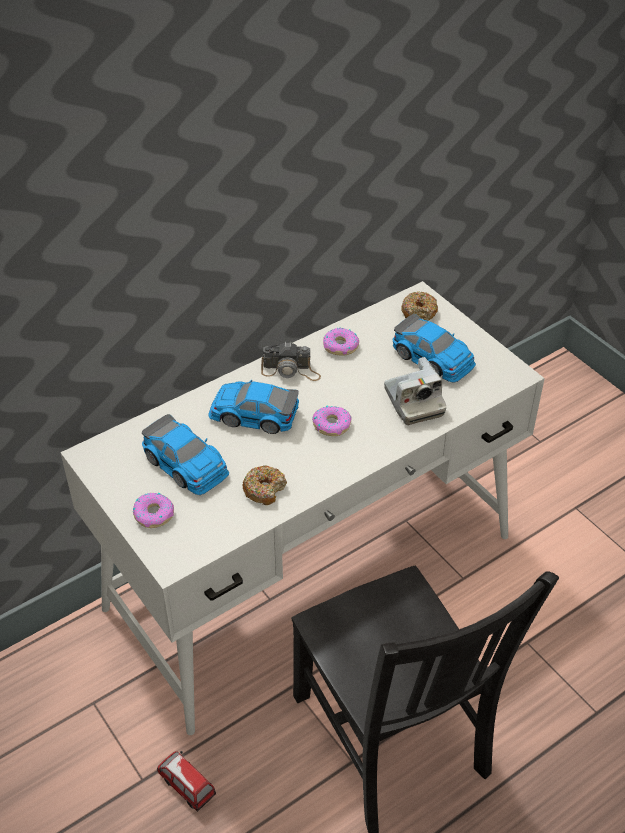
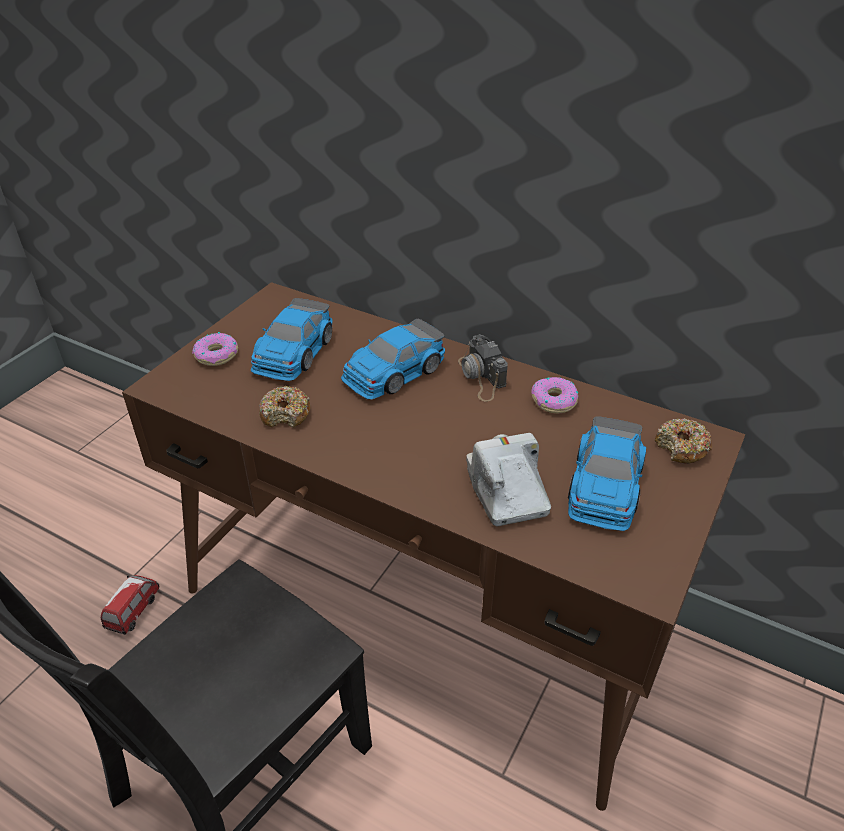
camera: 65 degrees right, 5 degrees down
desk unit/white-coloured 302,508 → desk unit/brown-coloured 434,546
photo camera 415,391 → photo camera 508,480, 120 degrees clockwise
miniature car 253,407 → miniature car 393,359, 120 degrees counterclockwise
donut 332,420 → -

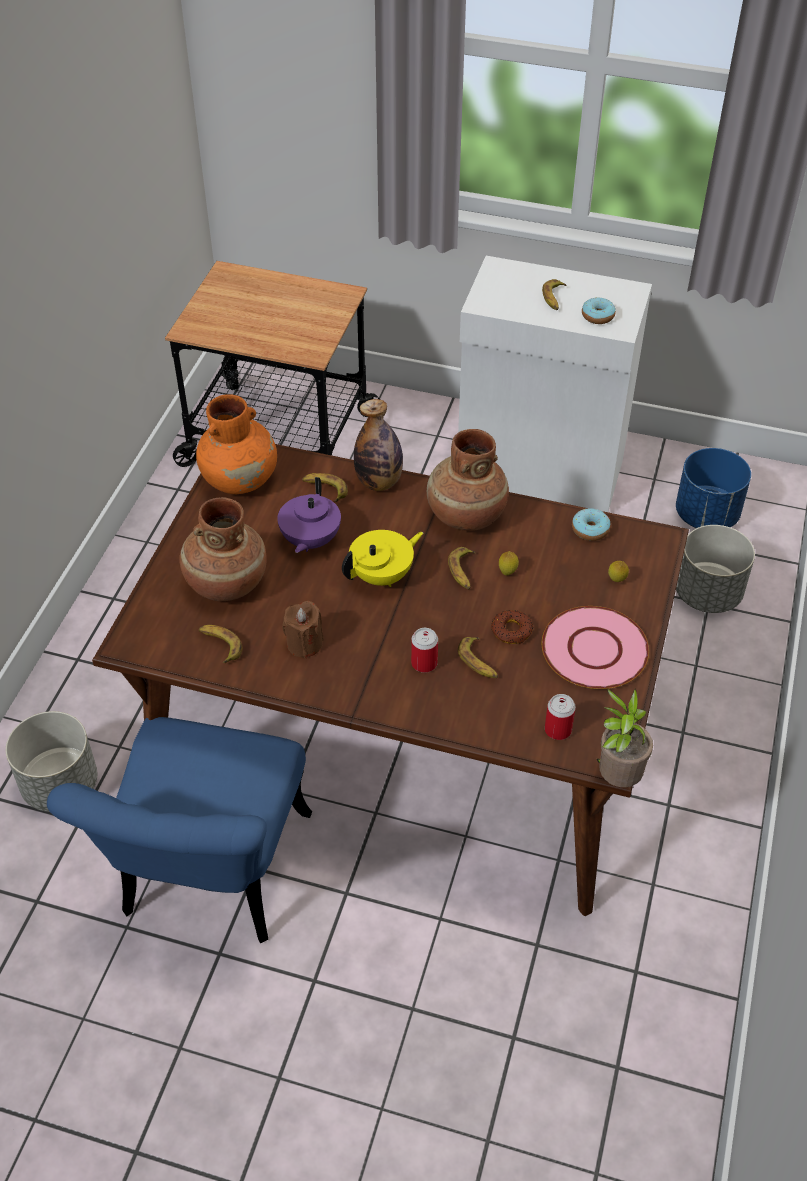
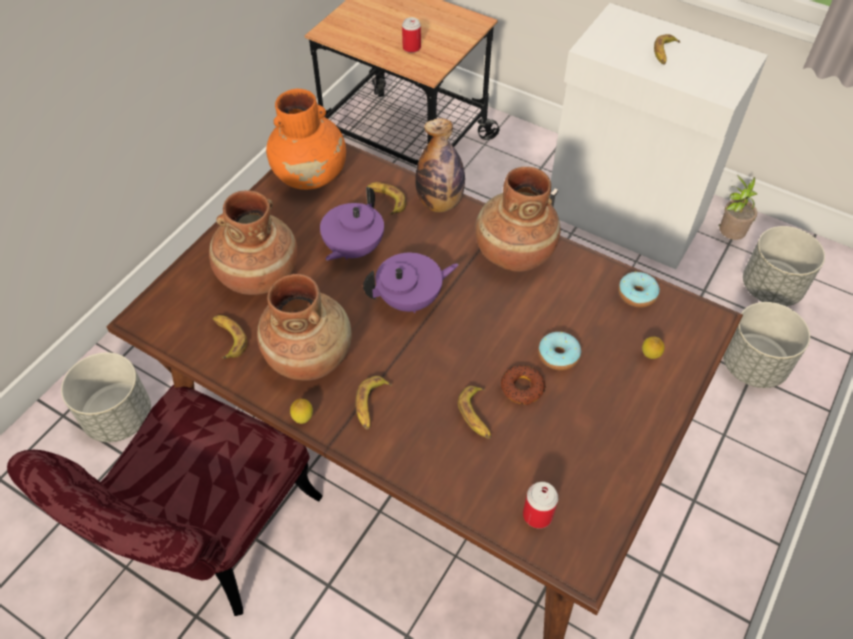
camera: 15 degrees right, 5 degrees up
donut 599,310 → donut 559,351, shifted
flower pot/blue-coloured 713,488 → flower pot/gray 784,266
teapot/yellow-coloured 382,558 → teapot/purple-coloured 411,283
whole banana 462,568 → whole banana 373,403, shifted
citrus fruit 509,563 → citrus fruit 301,411, shifted
wax light/brown-coloured 303,630 → flower vase/brown-coloured 304,327
plate/pink 595,647 → -
can 424,650 → can 411,35, shifted
potted plant 625,738 → potted plant 738,207, shifted
plain chair/blue-coloured 179,830 → plain chair/red-coloured 165,500

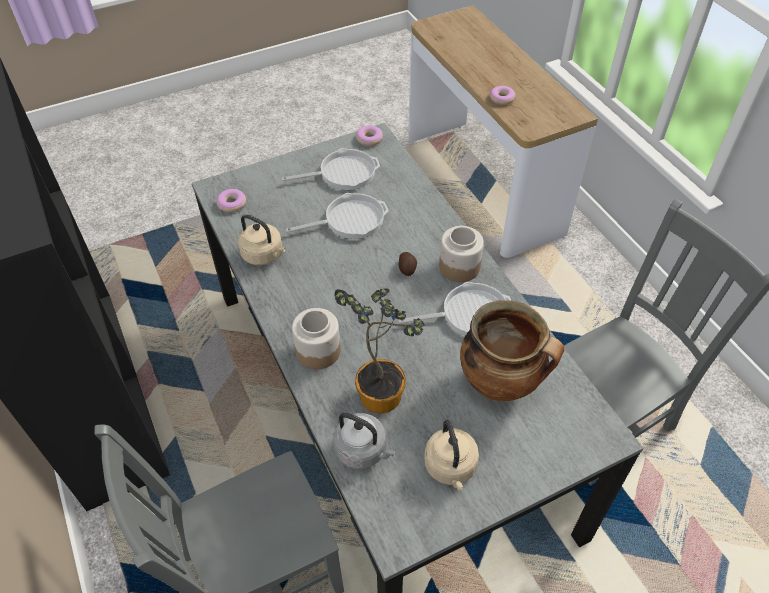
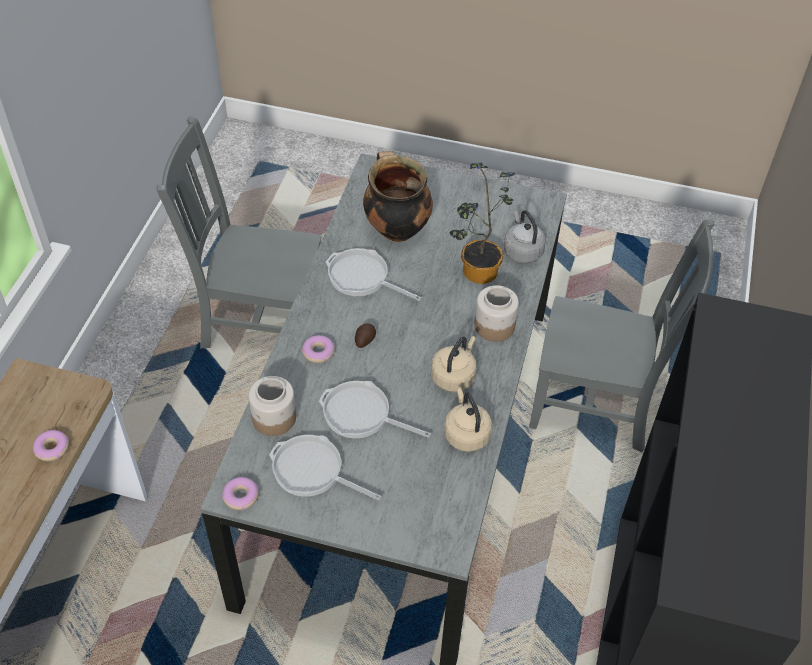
camera: 140 degrees left, 0 degrees up
donut 231,200 → donut 318,349, shifted
storage jar 461,254 → storage jar 272,406, shifted
water kettle/beige-coloured 451,455 → water kettle/beige-coloured 453,364, shifted

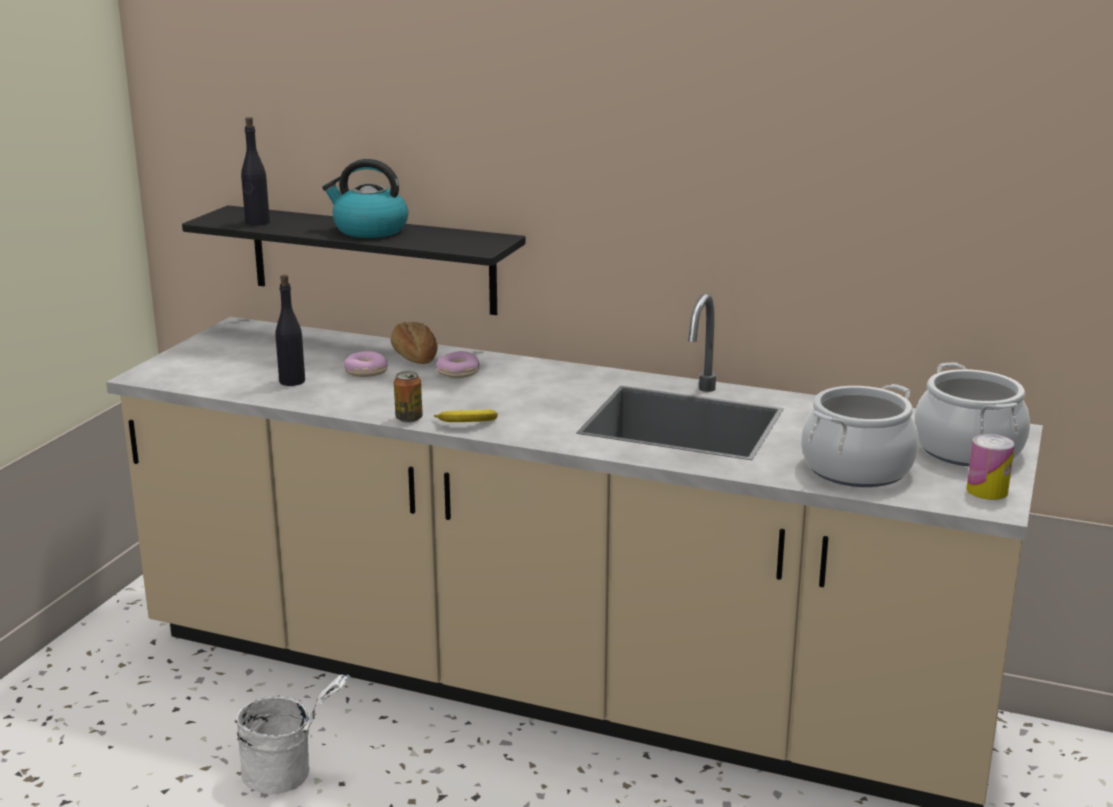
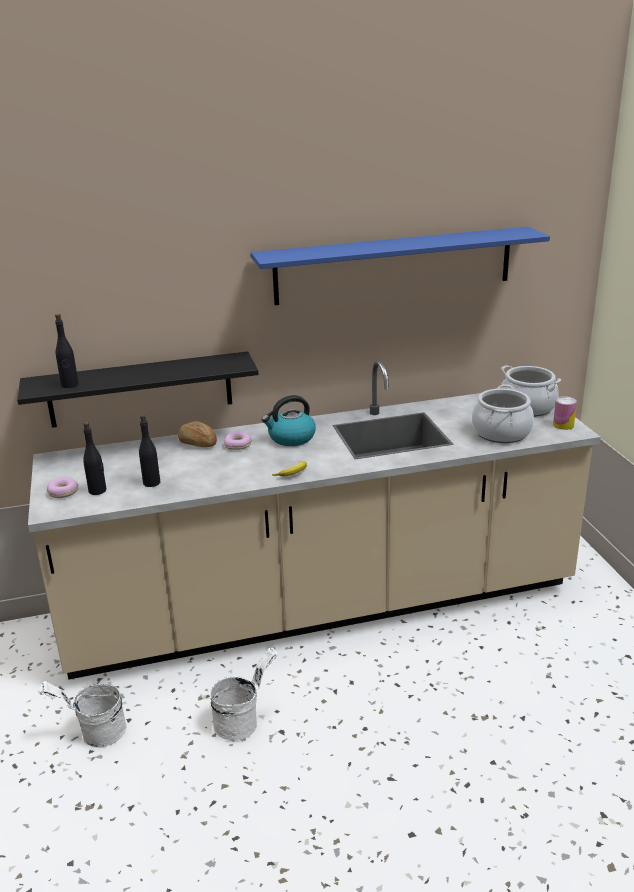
camera: 35 degrees left, 5 degrees up
water kettle 365,198 → water kettle 288,420, shifted
donut 366,364 → donut 63,487, shifted
can 408,397 → -
- → wall shelf/blue-coloured 400,265
- → beverage bottle/blackish 94,458
- → pail/white-coloured 82,714

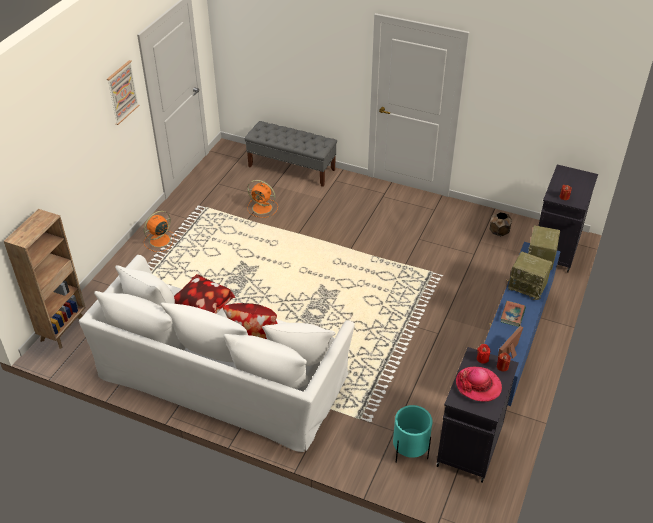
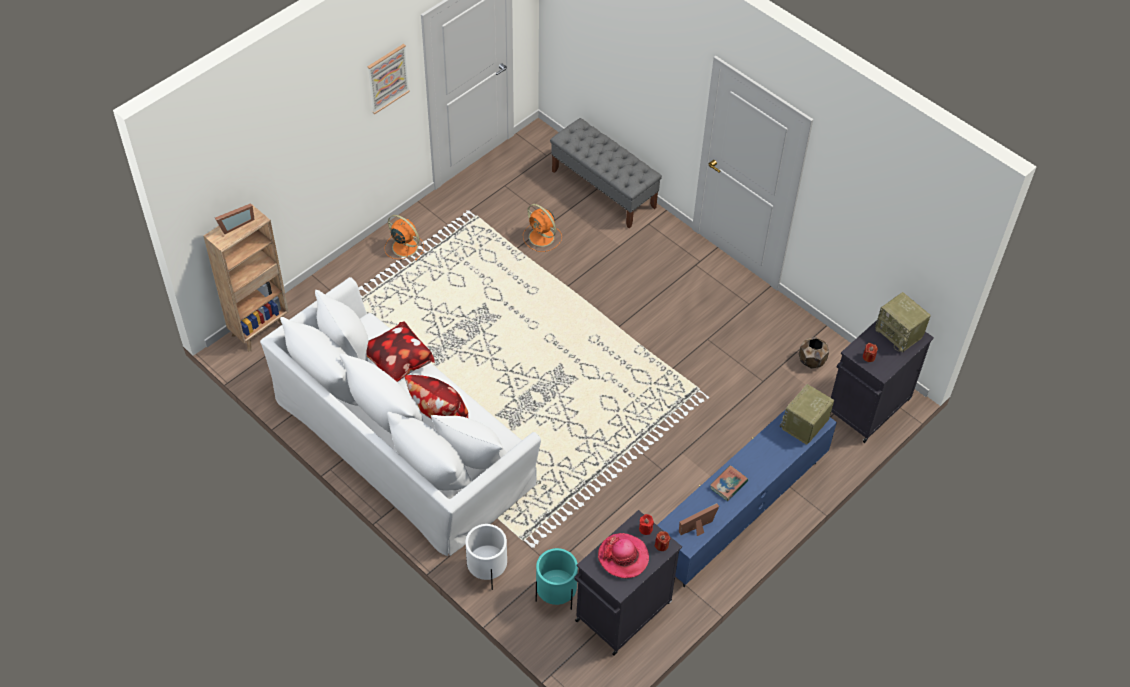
camera: 20 degrees right, 10 degrees up
cooling fan/orangey 160,231 → cooling fan/orangey 404,238, 60 degrees clockwise
radio set 530,276 → radio set 903,322, shifted
- → picture frame 235,218
- → flower pot/white-coloured 486,557

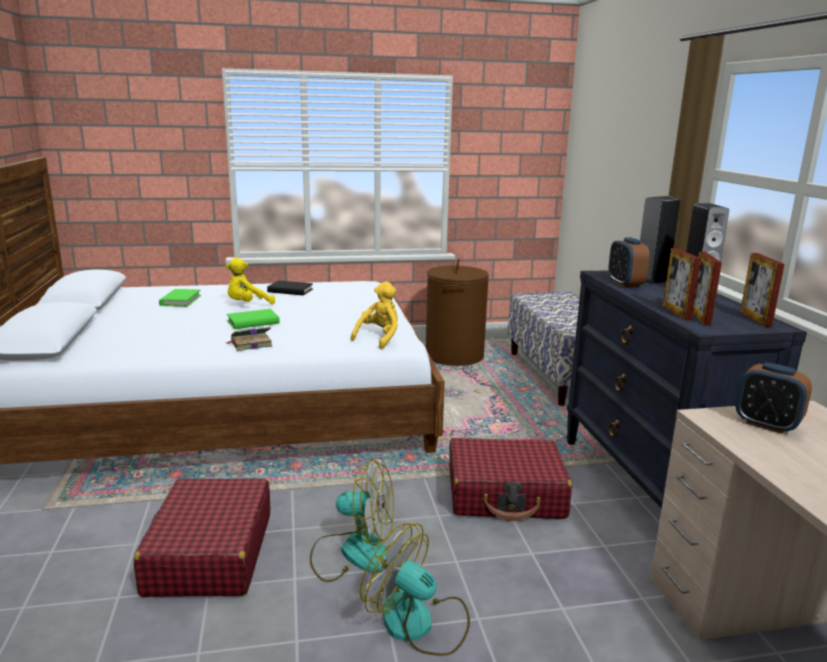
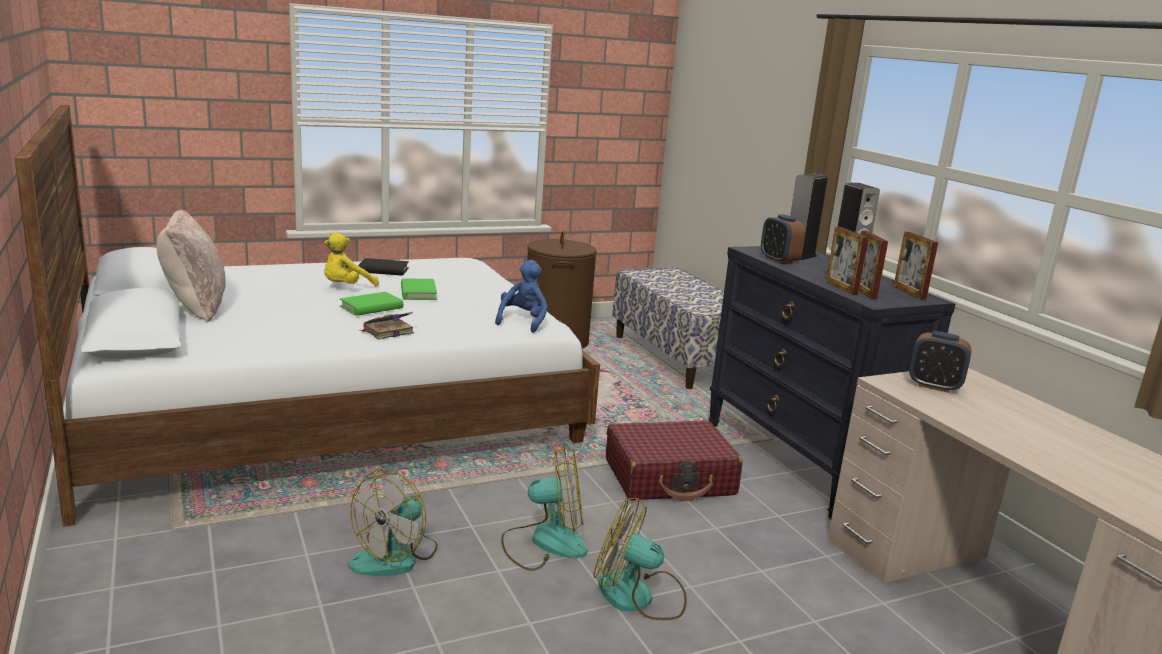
camera: 15 degrees left, 0 degrees up
cuddly toy/yellow-coloured 374,315 → cuddly toy/blue-coloured 521,296
book/green 180,298 → book/green 419,289, shifted
piece of luggage/red-coloured 202,537 → cooling fan 393,522
- → throw pillow/beige-coloured 191,266

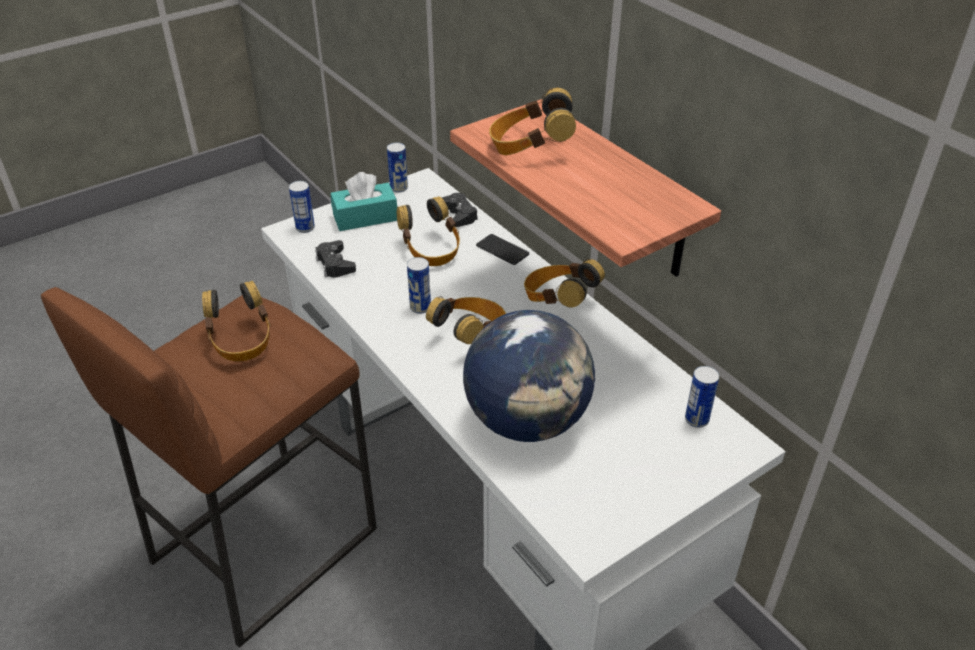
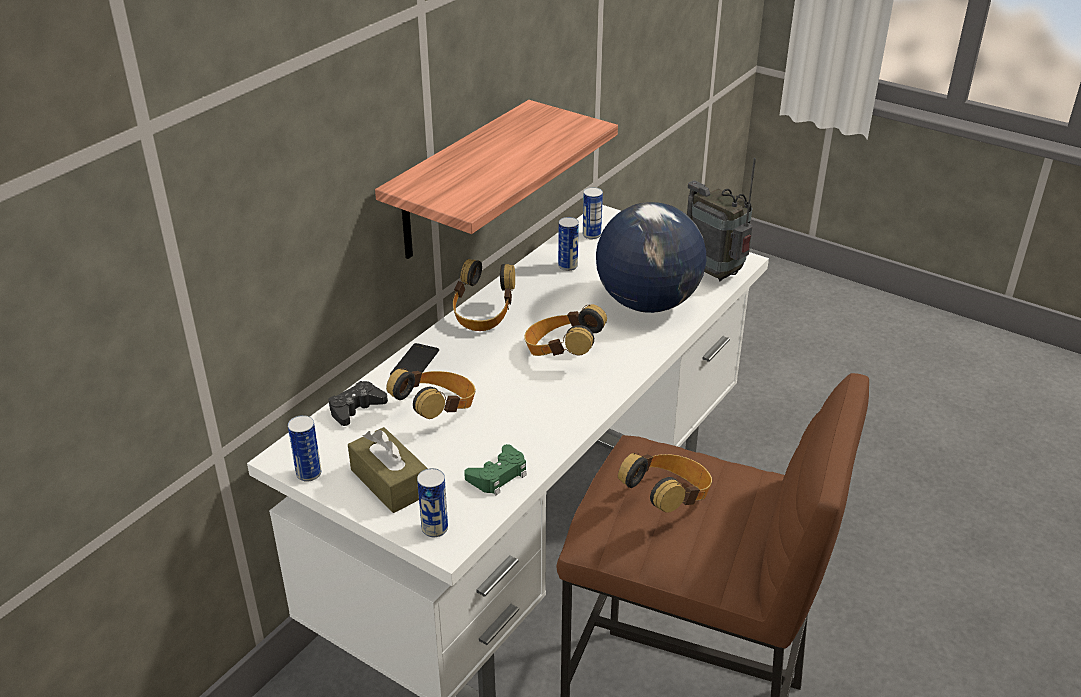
camera: 110 degrees left, 5 degrees down
pair of headphones 532,121 → -
box of tissues/blue-green 363,201 → box of tissues/brown-coloured 388,470
game controller/blackish 335,259 → game controller/green 495,469
can 419,285 → can 568,244, shifted
- → radio set 721,219

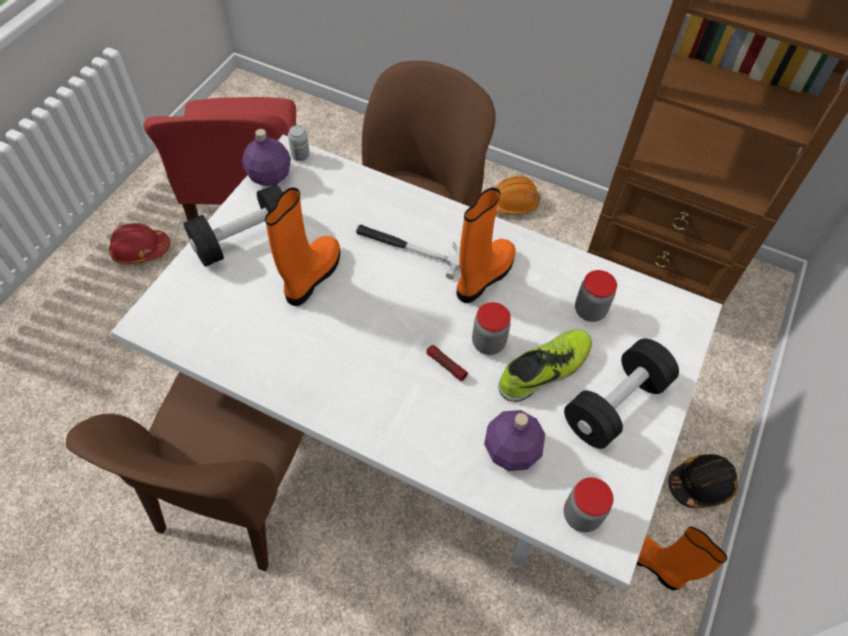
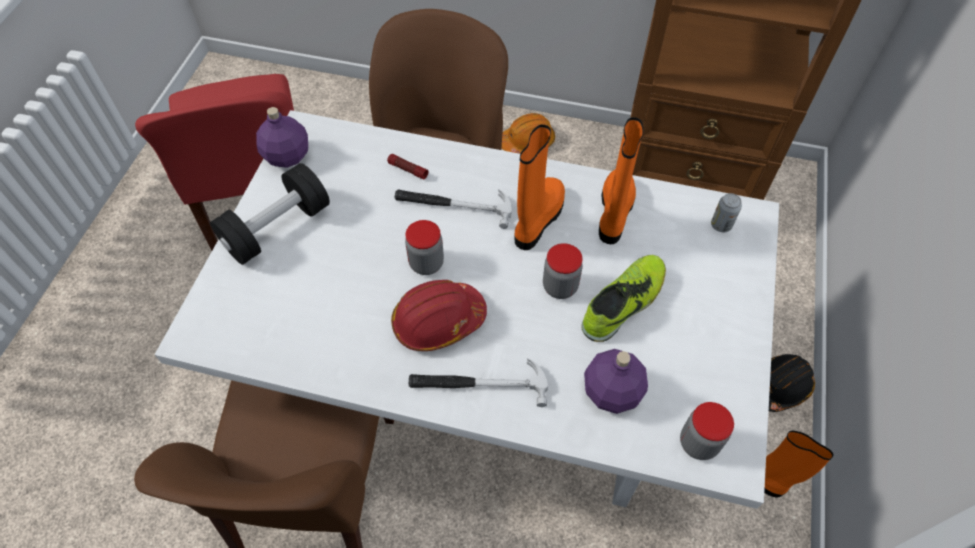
camera: 10 degrees left, 0 degrees up
can 299,143 → can 726,212, shifted
high-top boot/orangey 302,246 → high-top boot/orangey 621,180, shifted
safety helmet/red-coloured 139,243 → safety helmet/red-coloured 439,315, shifted
storage jar 596,296 → storage jar 424,247, shifted
dumbbell/blackish 621,394 → -
torch 447,363 → torch 407,167, shifted
- → hand hammer 478,382

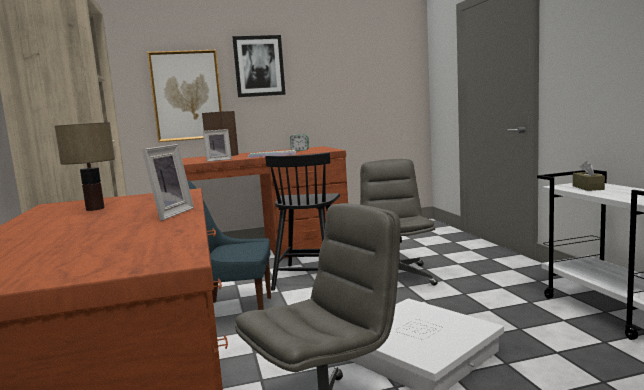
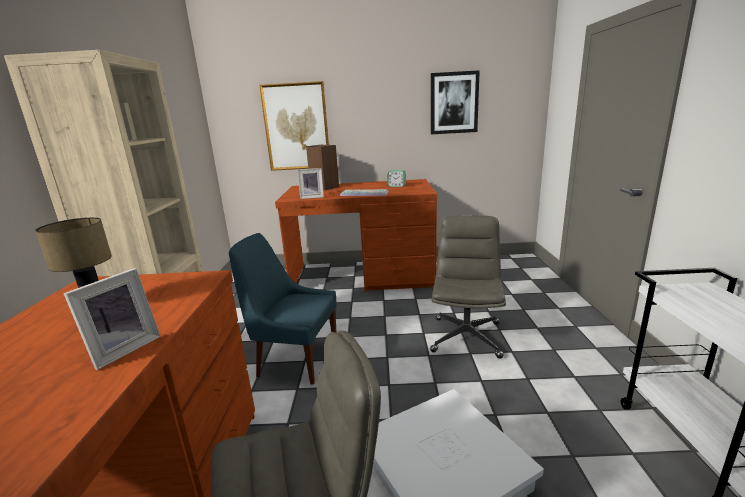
camera: 15 degrees right, 10 degrees up
wall picture 259,66 → wall picture 455,102, shifted
plain chair/blackish 302,221 → -
box of tissues/brown-coloured 589,176 → -

